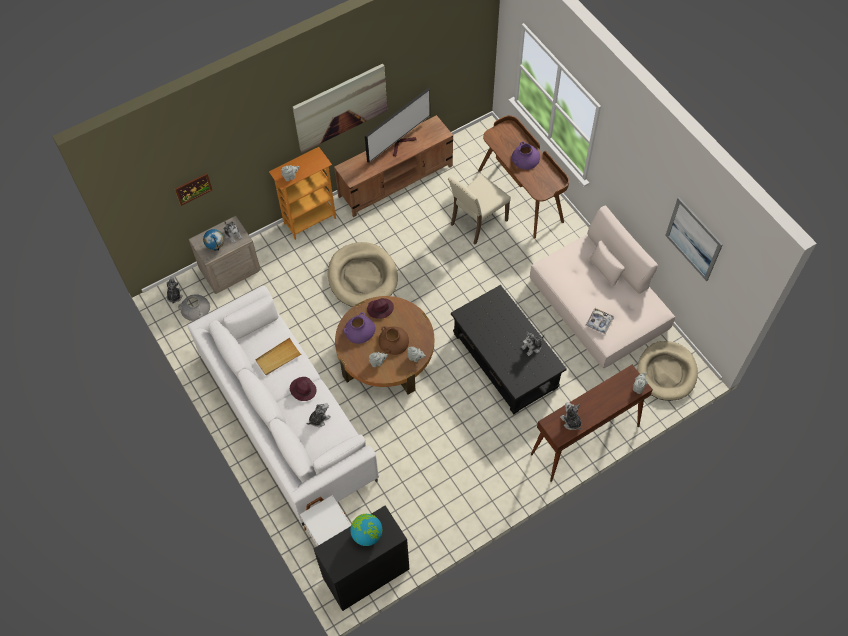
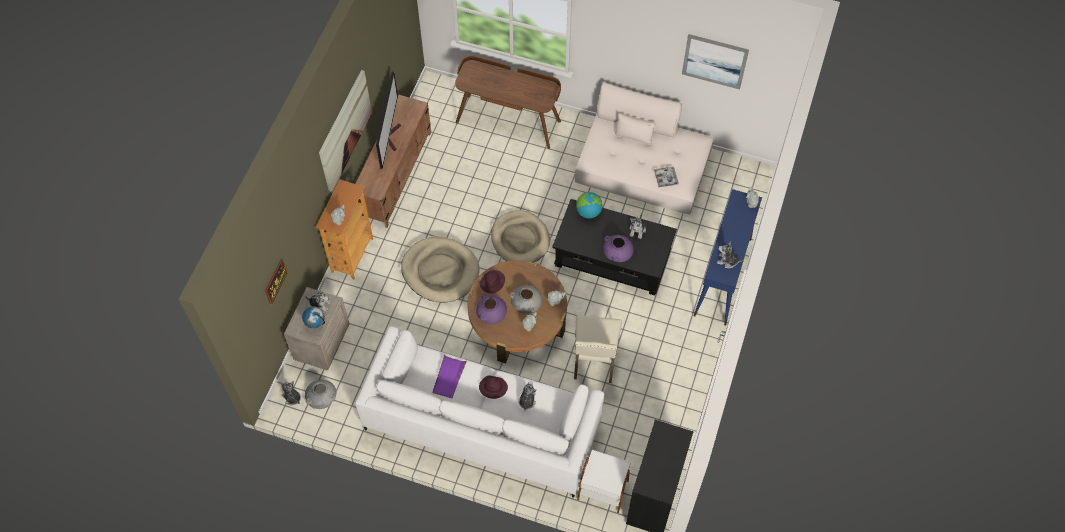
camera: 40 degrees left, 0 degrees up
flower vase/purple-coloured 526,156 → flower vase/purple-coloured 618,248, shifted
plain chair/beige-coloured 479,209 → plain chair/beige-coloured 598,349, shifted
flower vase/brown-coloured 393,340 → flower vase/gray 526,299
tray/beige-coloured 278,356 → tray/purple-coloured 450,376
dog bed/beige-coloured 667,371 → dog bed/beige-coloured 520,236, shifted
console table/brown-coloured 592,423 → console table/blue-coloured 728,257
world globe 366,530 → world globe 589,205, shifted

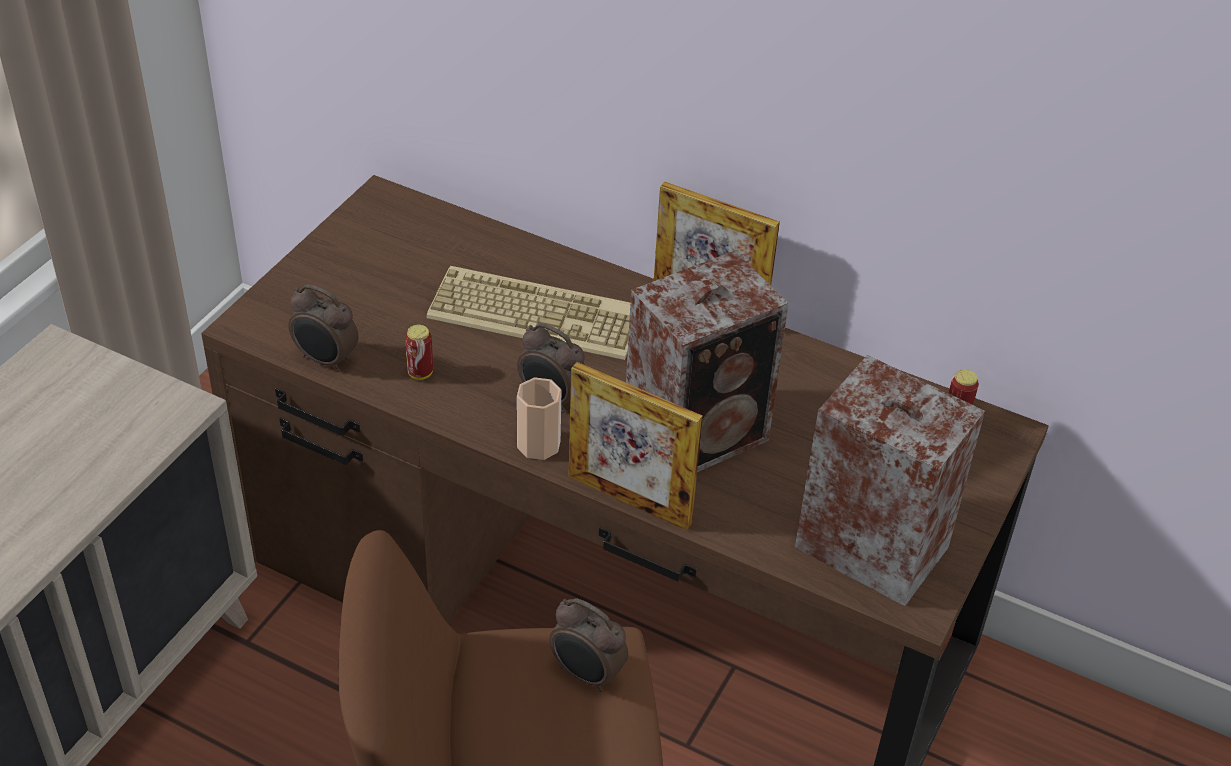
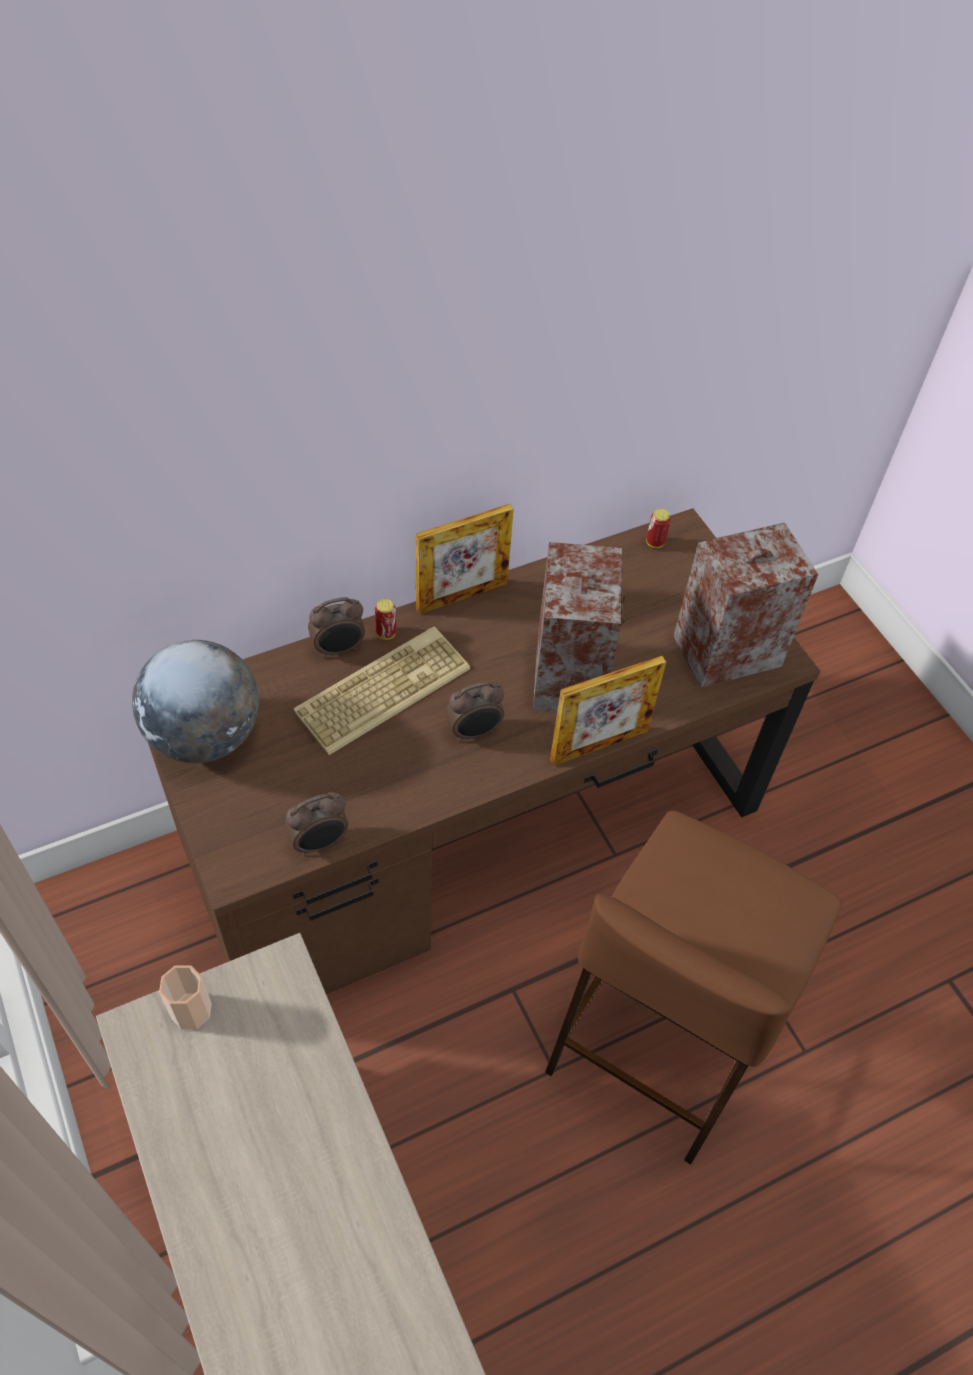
camera: 55 degrees left, 10 degrees up
can 419,352 → can 385,619, shifted
cup 539,418 → cup 185,997, shifted
alarm clock 588,645 → alarm clock 336,627, shifted
- → world globe 195,701

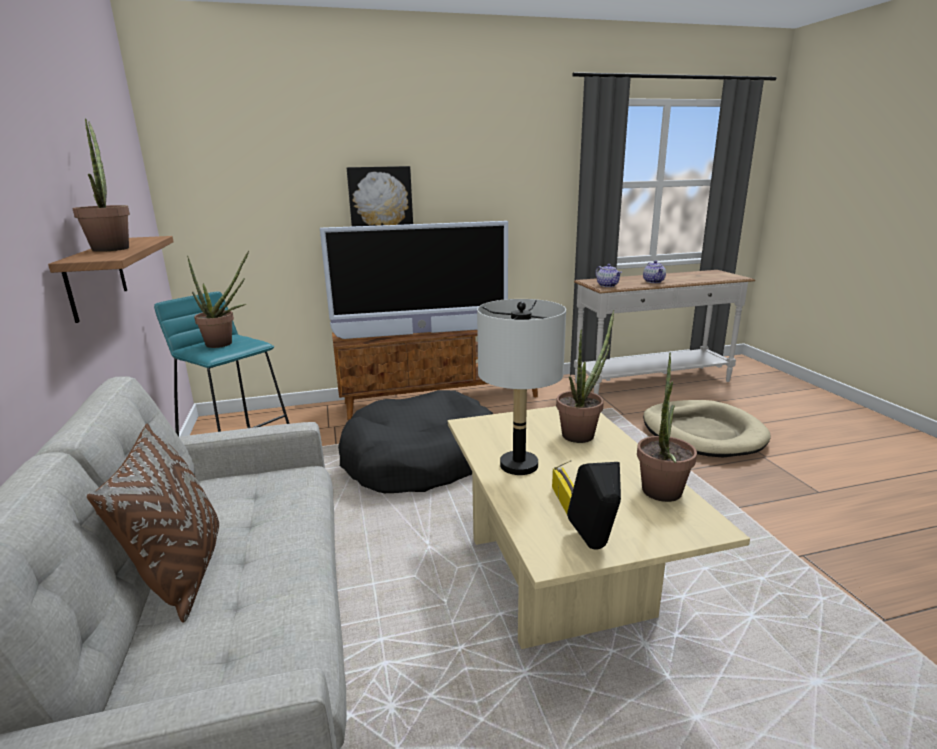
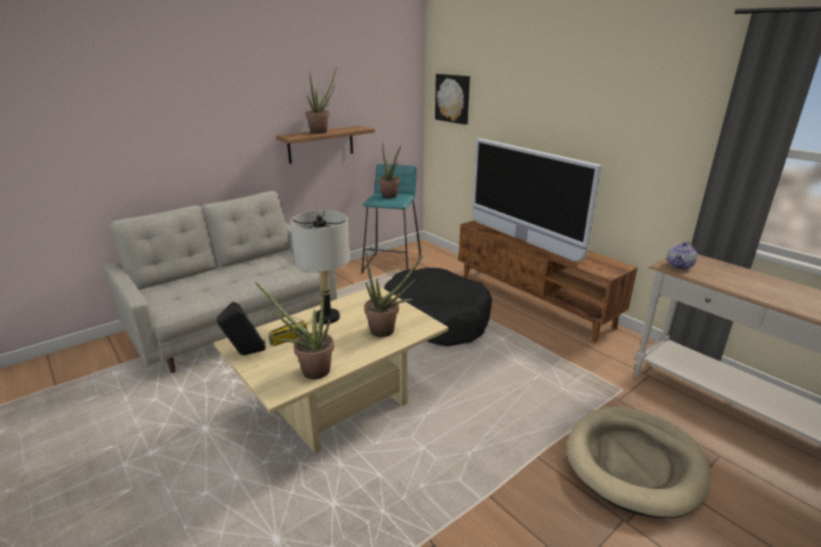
camera: 65 degrees right, 5 degrees up
wall picture 380,196 → wall picture 452,99, shifted
teapot 654,271 → -
throw pillow/brown-coloured 153,523 → -

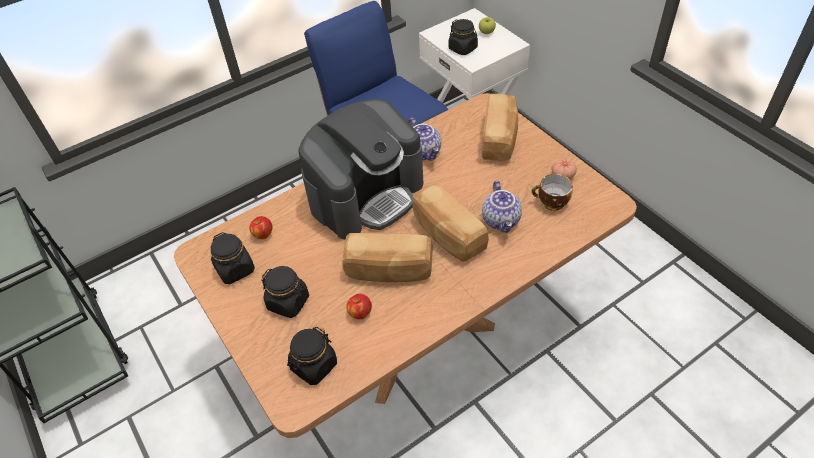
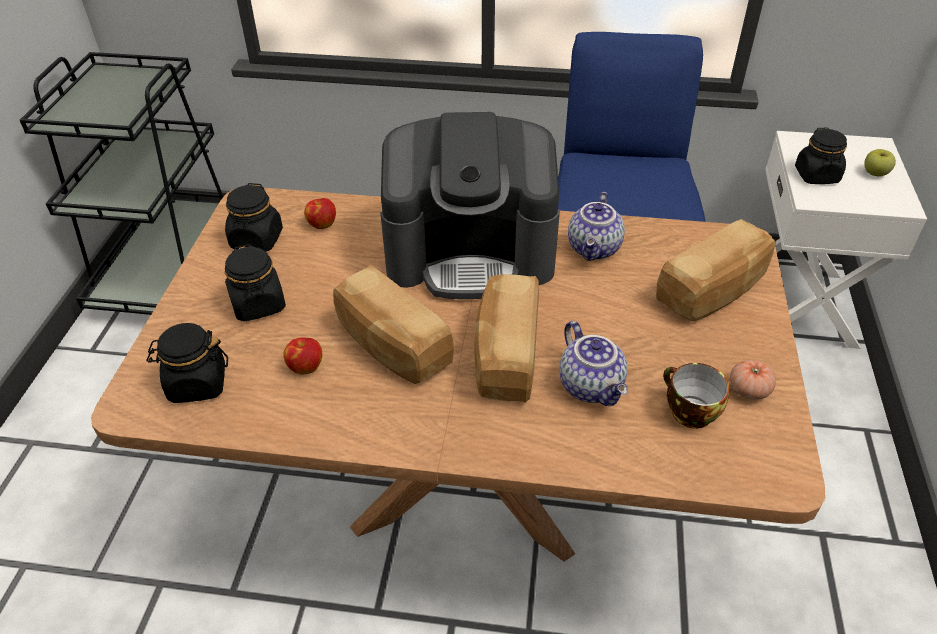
camera: 40 degrees right, 5 degrees down
teapot 502,206 → teapot 593,363, 60 degrees counterclockwise

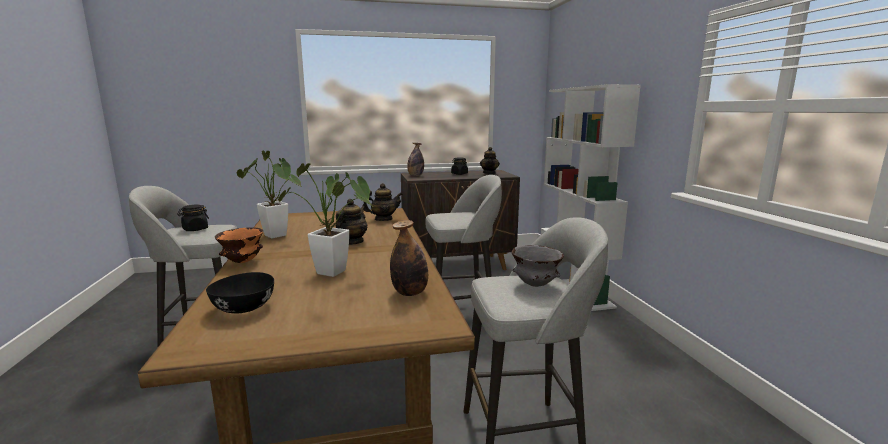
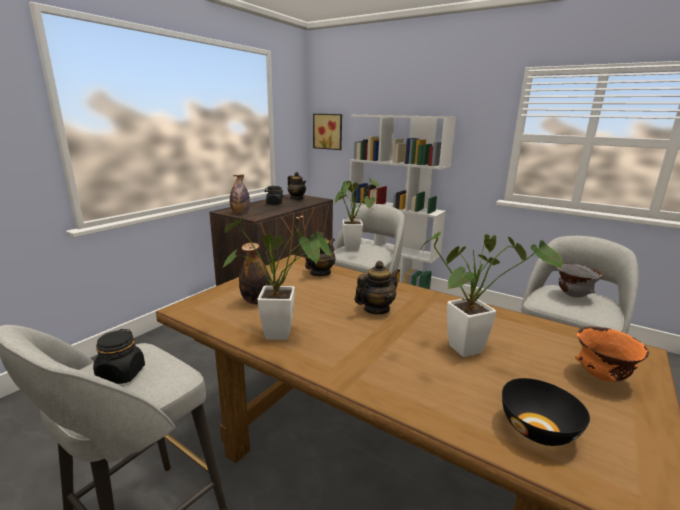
camera: 45 degrees left, 5 degrees up
teapot 351,222 → teapot 377,287, 75 degrees clockwise
beverage bottle 409,258 → beverage bottle 255,273, shifted
bowl/orangey 239,245 → bowl/orangey 612,354, shifted
- → wall picture 327,132
- → potted plant 357,215

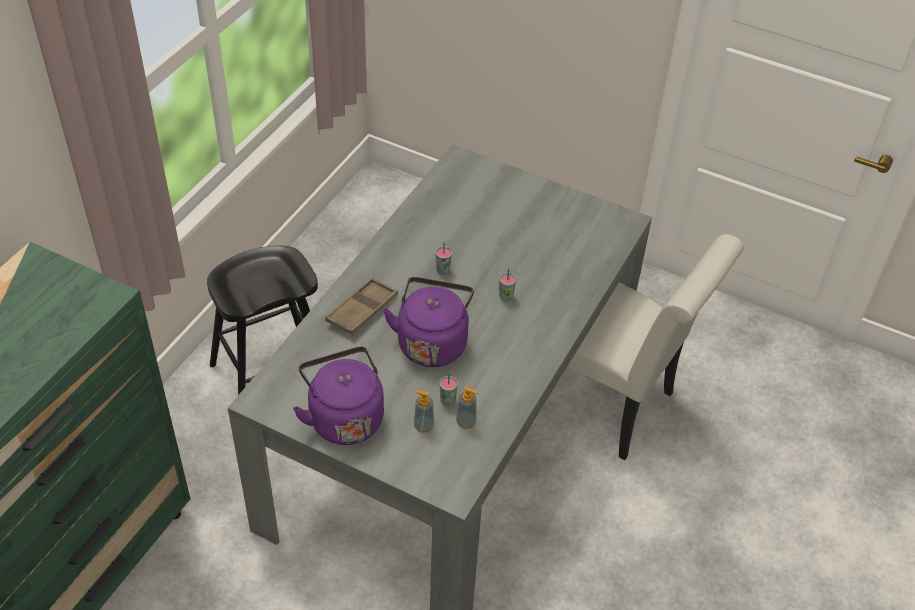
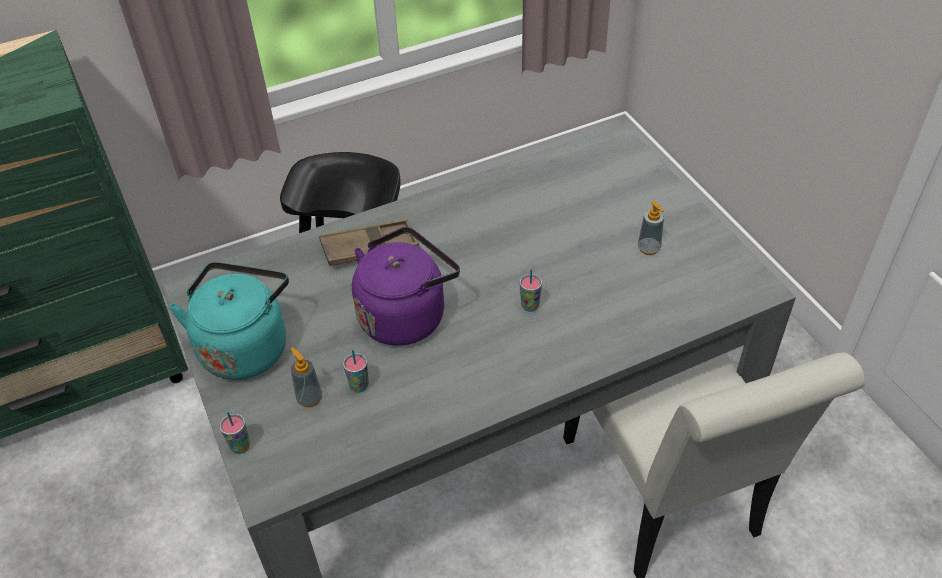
camera: 40 degrees right, 0 degrees up
cup 443,258 → cup 235,432, shifted
water kettle/purple-coloured 338,395 → water kettle/blue-green 229,321
soap bottle 467,407 → soap bottle 651,227, shifted

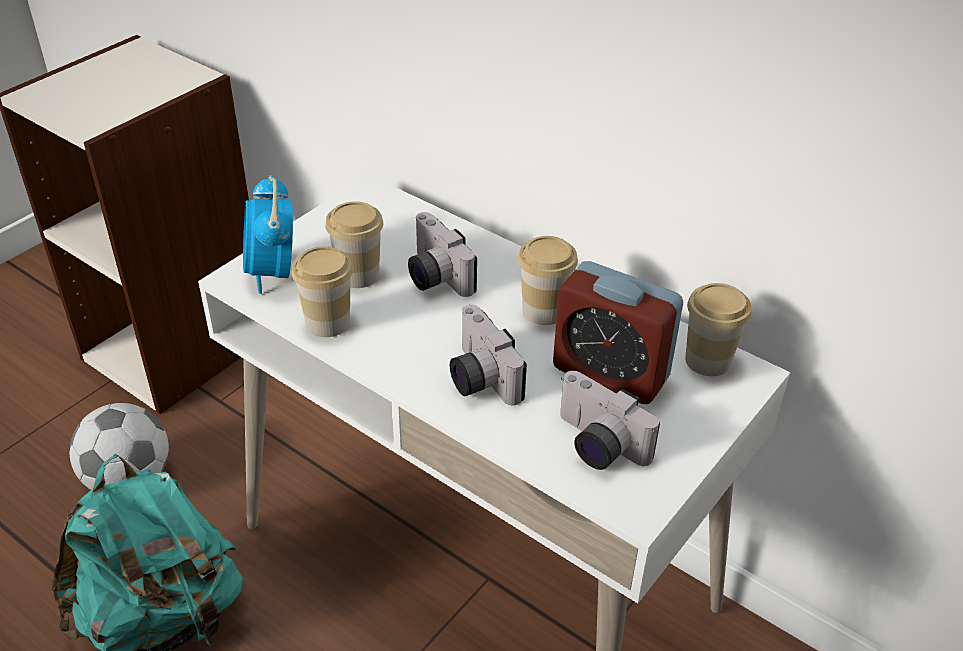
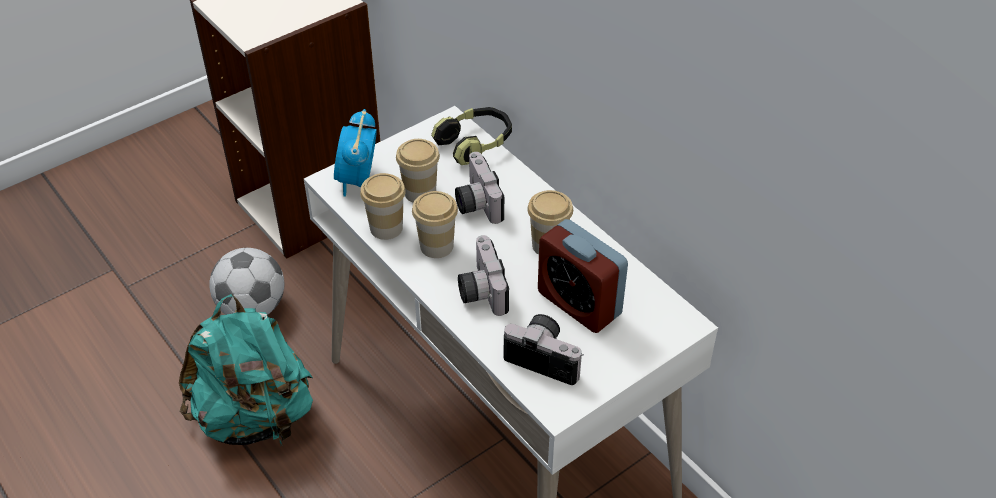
camera: 15 degrees right, 5 degrees up
cup 718,329 → cup 435,224, shifted
photo camera 610,420 → photo camera 544,349, 150 degrees clockwise
- → pair of headphones 471,136

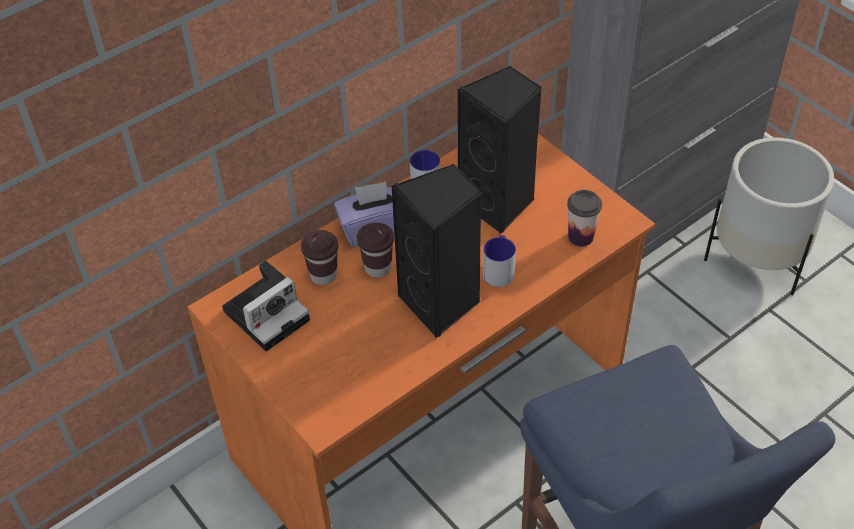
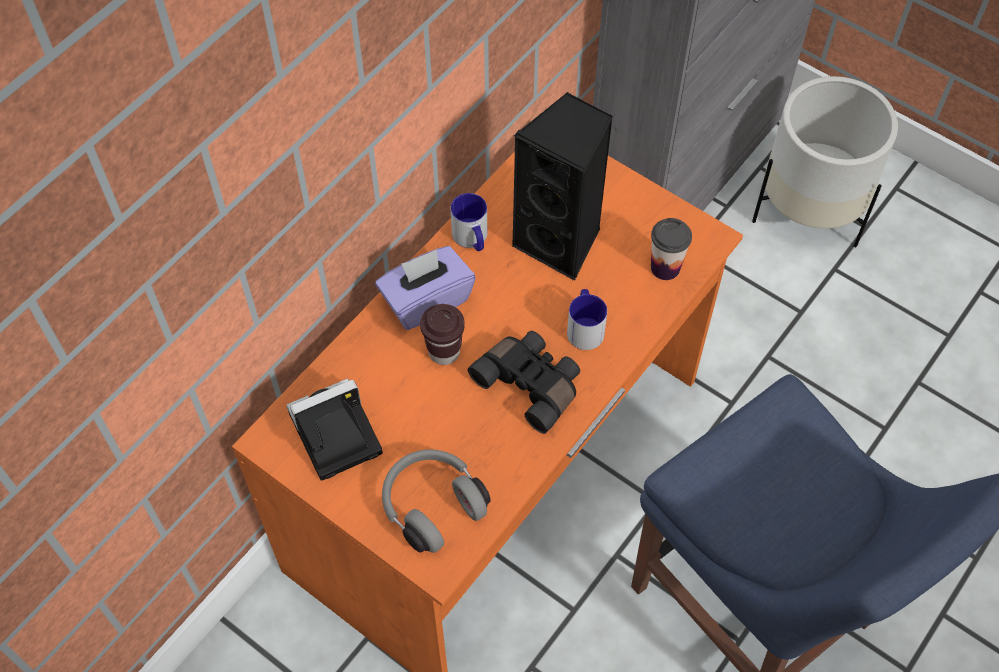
camera: 15 degrees left, 10 degrees up
audio speaker/blackish 436,251 → pair of binoculars/blackish 524,382
cup/brown-coloured 319,257 → -
photo camera 266,305 → photo camera 334,430, 150 degrees counterclockwise
- → pair of headphones/gray 436,501

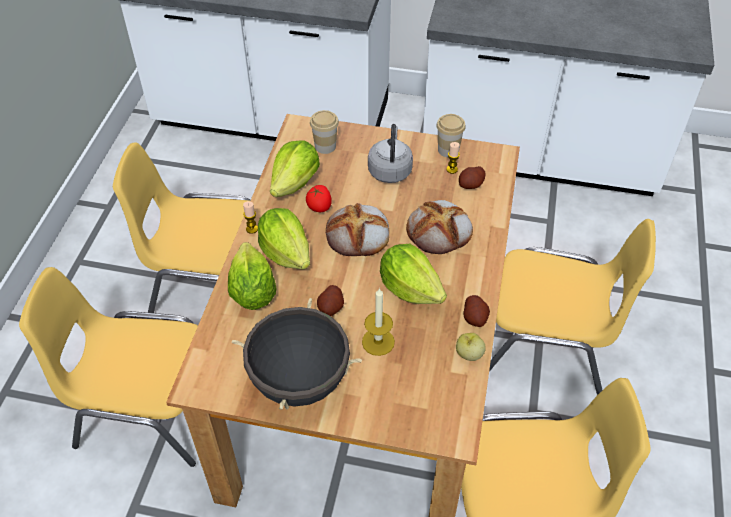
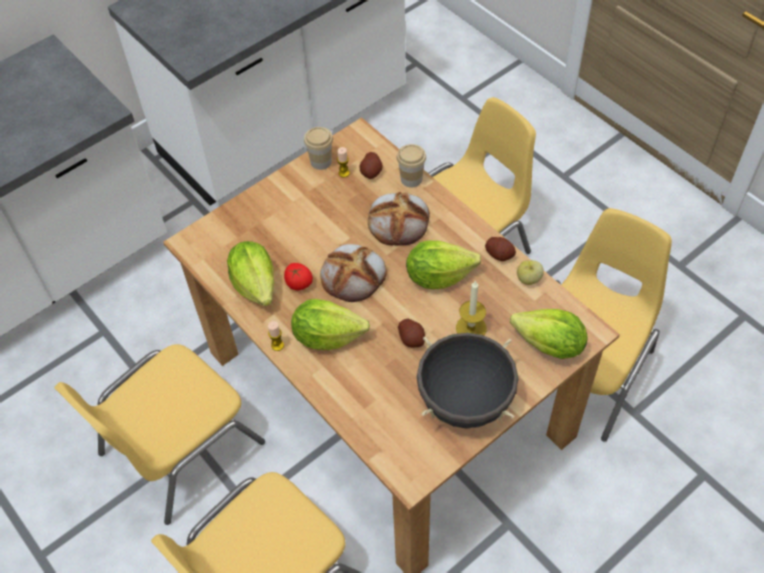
camera: 50 degrees left, 5 degrees up
cup 324,132 → cup 411,165, shifted
water kettle/gray 390,153 → -
lettuce head 252,276 → lettuce head 549,334, shifted

